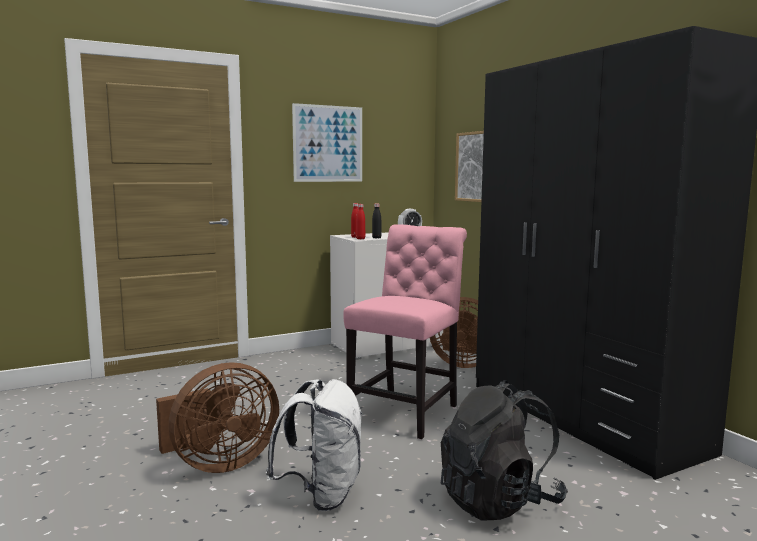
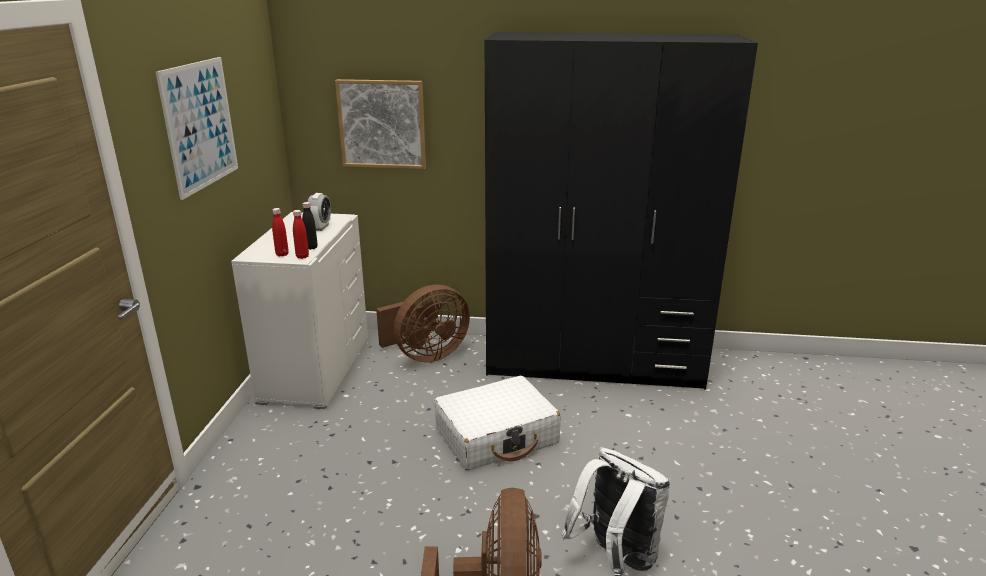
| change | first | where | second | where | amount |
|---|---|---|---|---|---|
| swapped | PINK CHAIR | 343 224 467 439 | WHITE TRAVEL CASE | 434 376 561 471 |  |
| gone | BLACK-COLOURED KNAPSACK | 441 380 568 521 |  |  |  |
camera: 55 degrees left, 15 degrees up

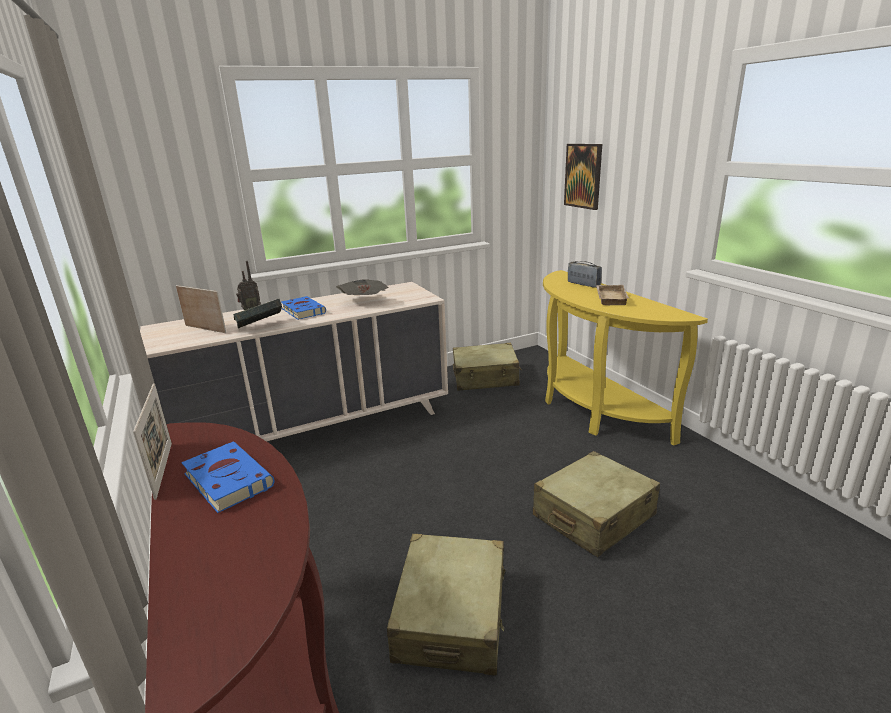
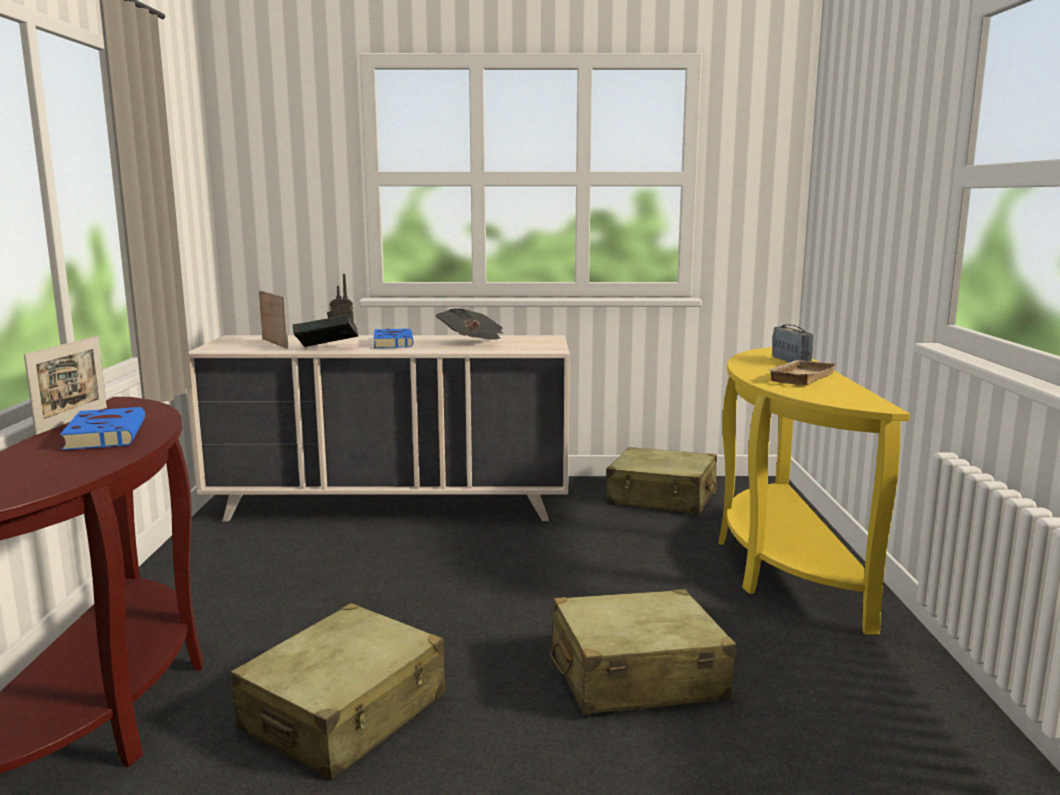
| change | first | where | second | where | amount |
|---|---|---|---|---|---|
| gone | WALL PICTURE | 564 144 602 210 |  |  |  |
camera: 25 degrees right, 10 degrees down

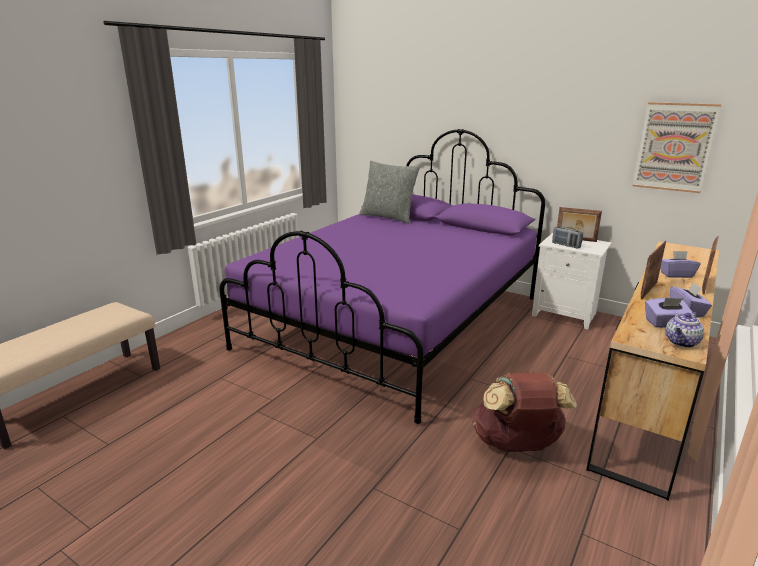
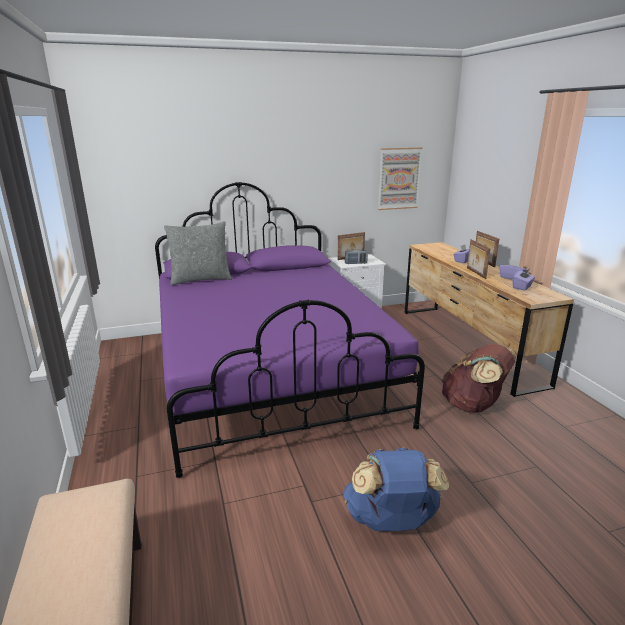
| change | first | where | second | where | amount |
|---|---|---|---|---|---|
| gone | TEA POT | 666 312 704 348 |  |  |  |
| new |  |  | BLUE-COLOURED KNAPSACK | 343 447 449 532 |  |
camera: 50 degrees left, 0 degrees up

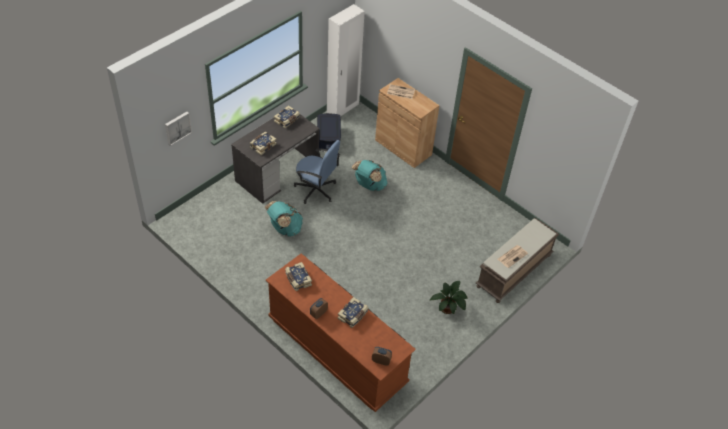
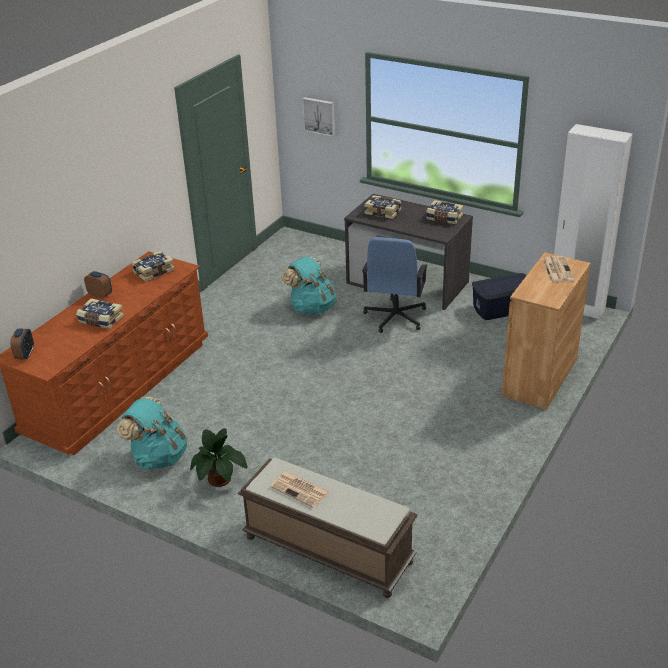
| change | first | where | second | where | amount |
|---|---|---|---|---|---|
| shifted | TURQUOISE-COLOURED KNAPSACK | 352 160 387 191 |  | 117 397 187 470 |  |
camera: 80 degrees right, 15 degrees down

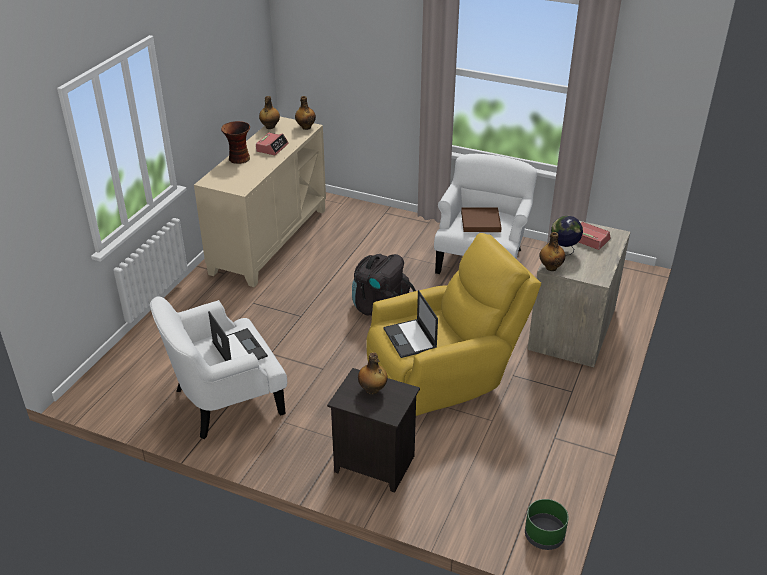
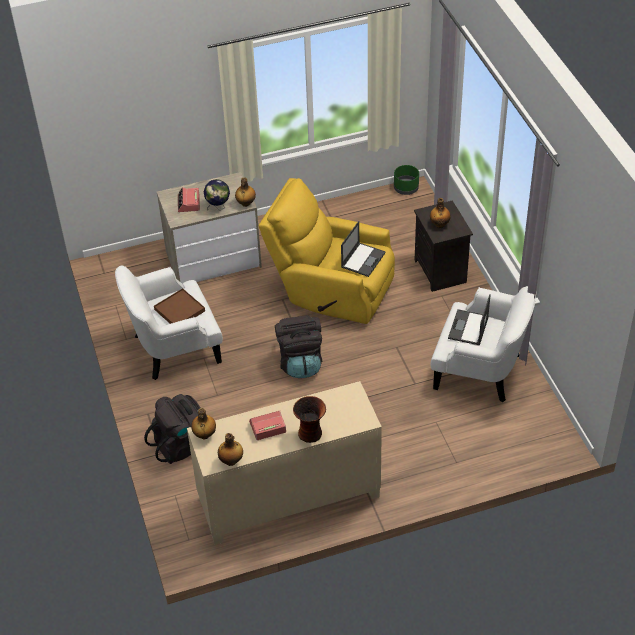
| change | first | where | second | where | amount |
|---|---|---|---|---|---|
| new |  |  | BLACK-COLOURED KNAPSACK | 144 394 201 464 |  |
camera: 130 degrees left, 10 degrees up

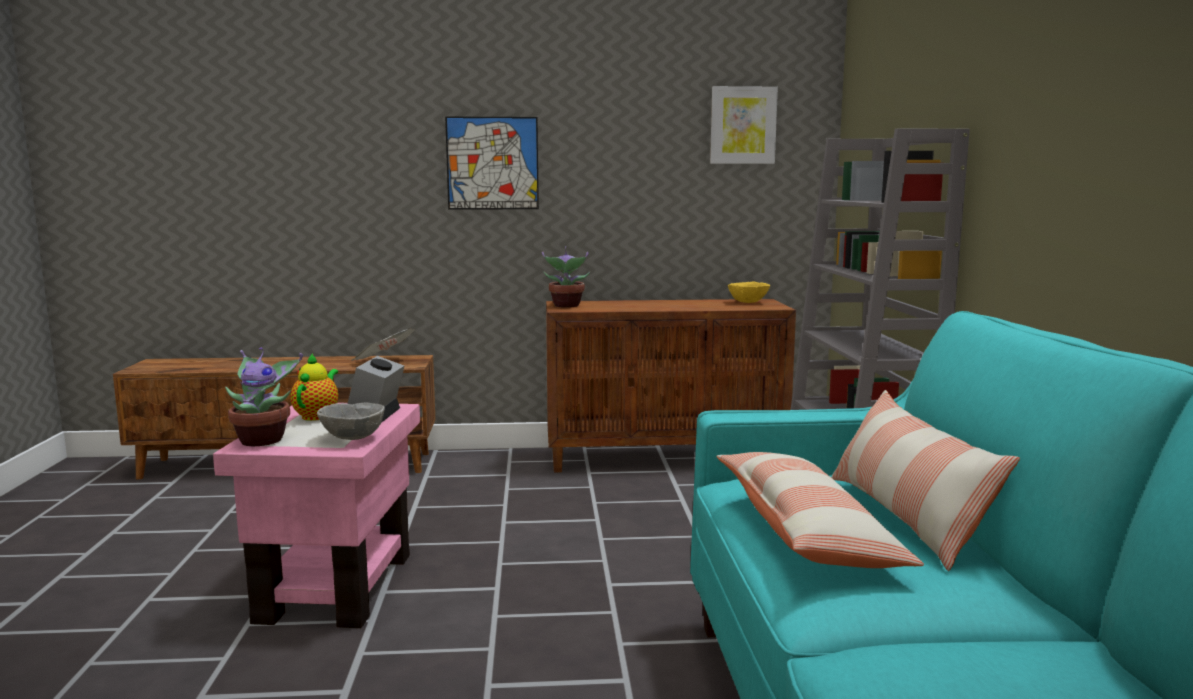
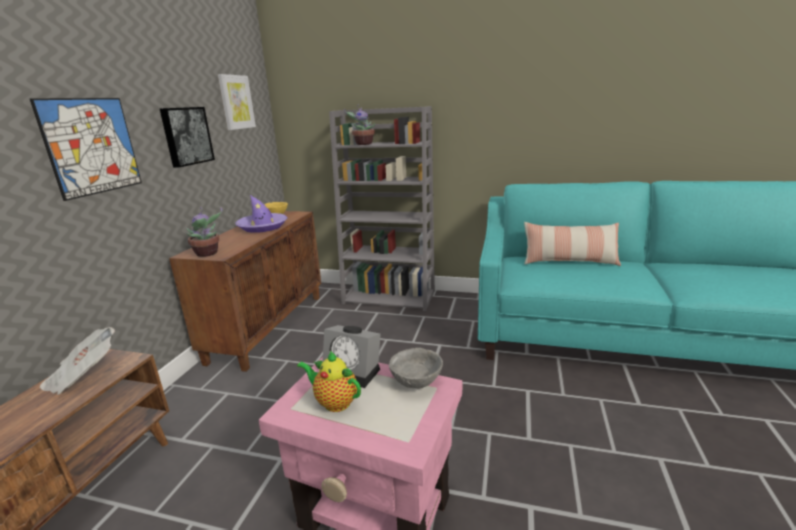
| change | first | where | second | where | amount |
|---|---|---|---|---|---|
| shifted | HOUSEPLANT | 225 348 303 446 |  | 344 105 375 145 |  |
| gone | THROW PILLOW | 716 452 924 568 |  |  |  |
| new |  |  | WALL PICTURE | 160 107 215 168 |  |
| new |  |  | PURPLE WEARABLE HAT | 235 195 287 233 |  |
camera: 70 degrees left, 10 degrees up

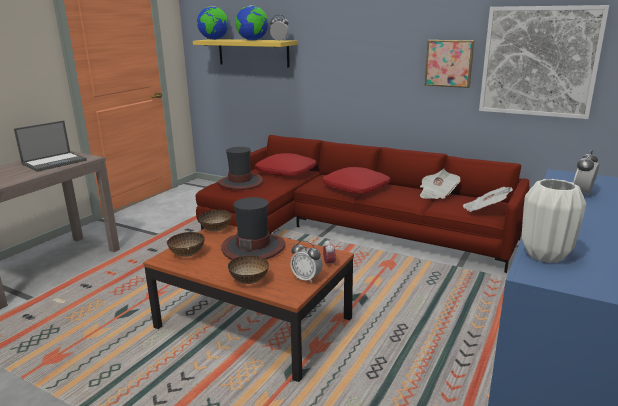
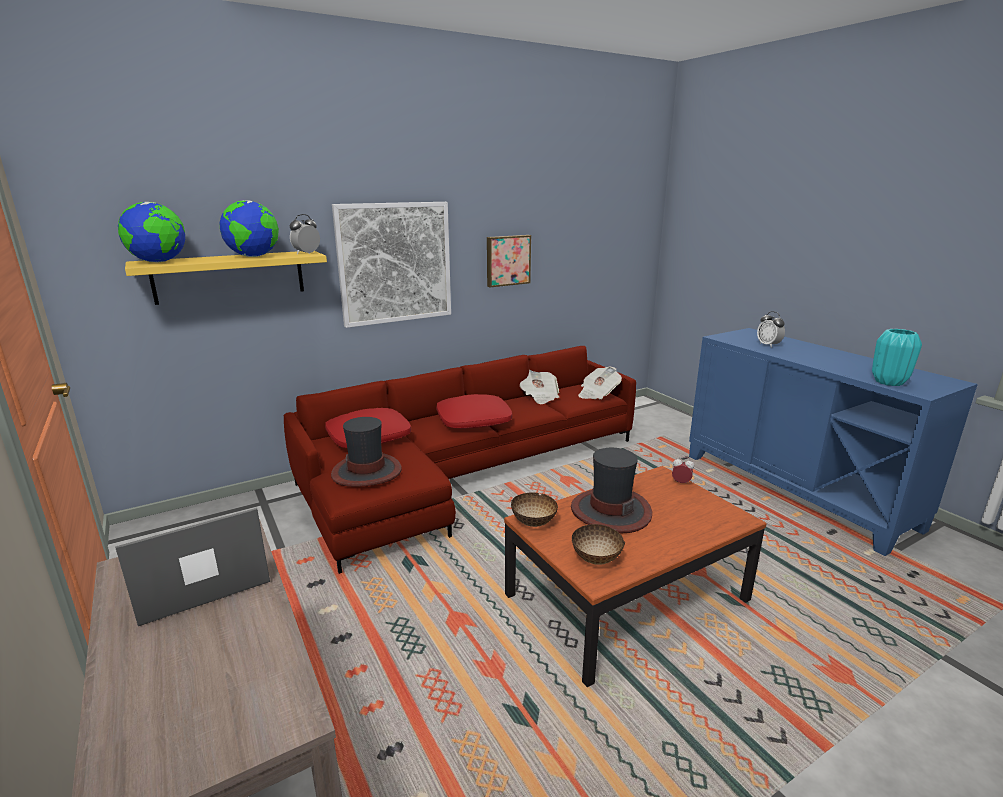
| change | first | where | second | where | amount |
|---|---|---|---|---|---|
| shifted | WALL PICTURE | 479 5 609 119 |  | 332 202 451 328 |  |
| rotated | PORTABLE COMPUTER | 14 121 87 172 |  | 115 508 270 626 | 105 degrees counterclockwise |
| repainted | WHITE DECORATIVE VASE | 522 179 586 263 | TURQUOISE-COLOURED DECORATIVE VASE | 872 329 922 386 |  |
| gone | ALARM CLOCK | 290 240 323 283 |  |  |  |
| gone | SERVING BOWL | 228 255 269 284 |  |  |  |
camera: 60 degrees left, 0 degrees up

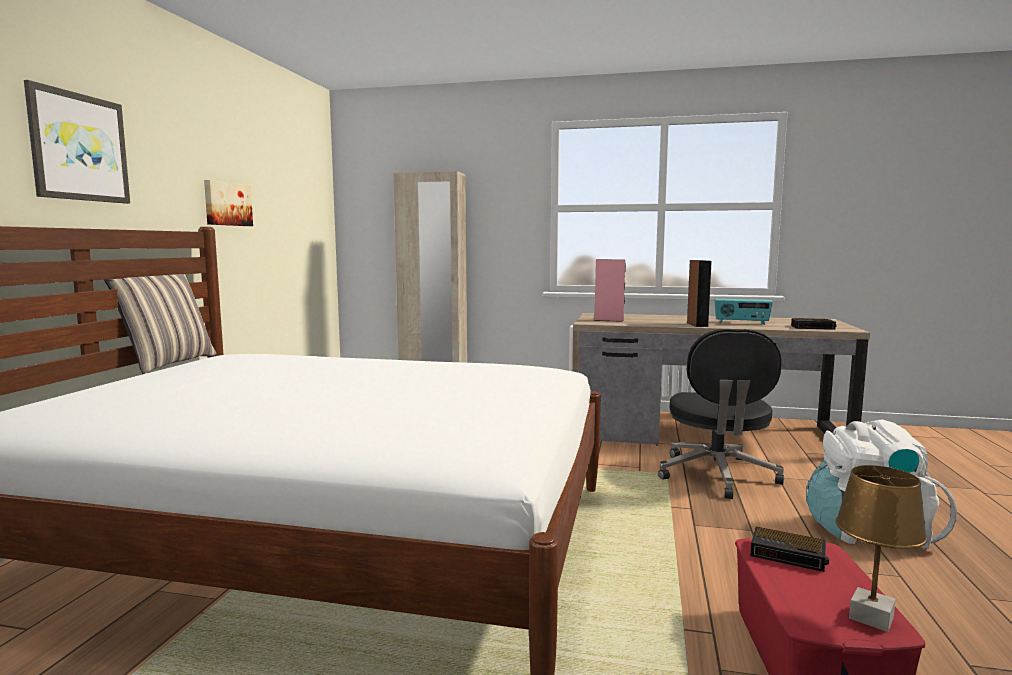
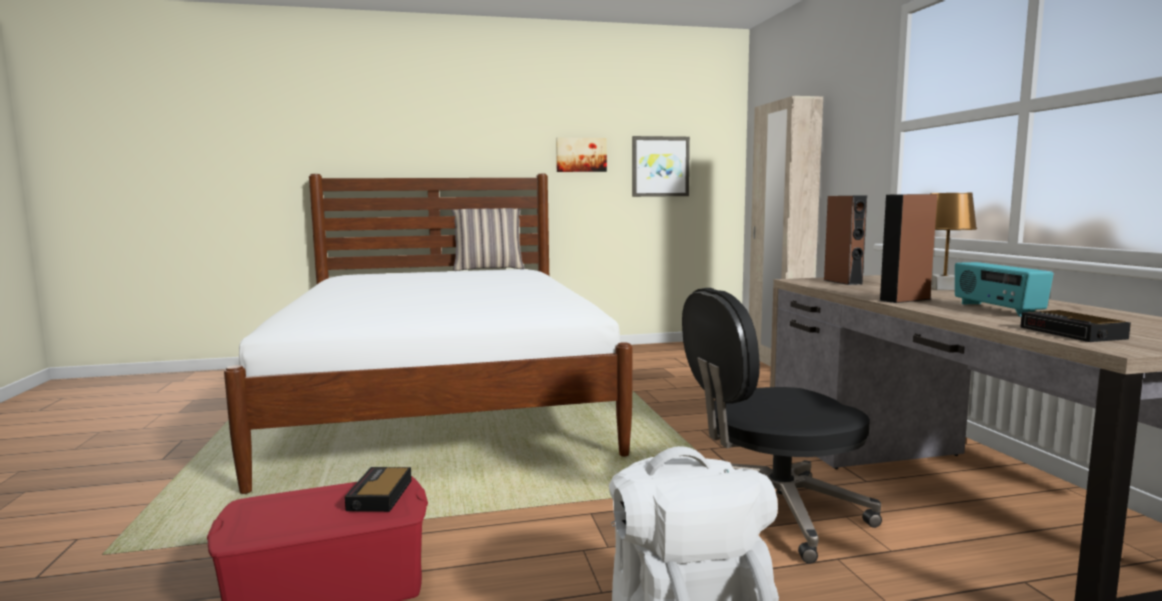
| change | first | where | second | where | amount |
|---|---|---|---|---|---|
| shifted | WALL PICTURE | 24 80 130 204 |  | 632 136 690 197 |  |
| repainted | PINK LOUDSPEAKER | 594 259 626 322 | BROWN LOUDSPEAKER | 824 195 867 285 |  |
| shifted | BROWN TABLE LAMP | 836 465 927 632 |  | 930 193 977 290 |  |
camera: 65 degrees right, 0 degrees up

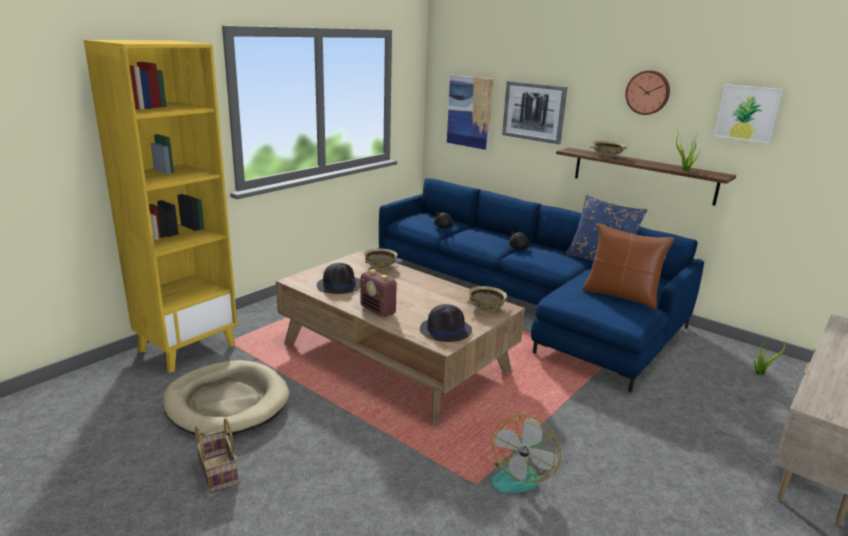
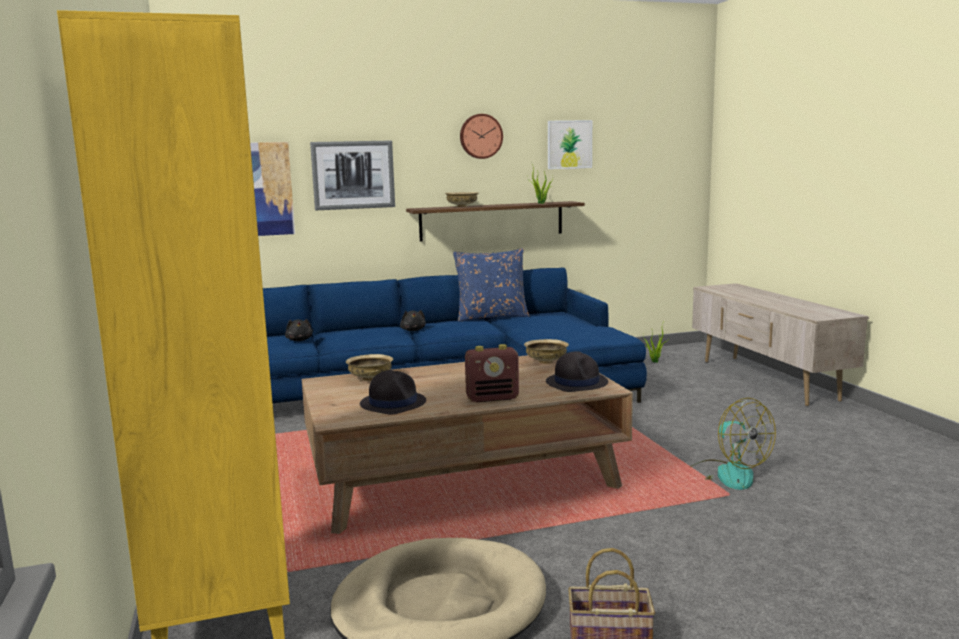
| change | first | where | second | where | amount |
|---|---|---|---|---|---|
| gone | BROWN THROW PILLOW | 582 223 674 309 |  |  |  |
camera: 55 degrees left, 10 degrees down

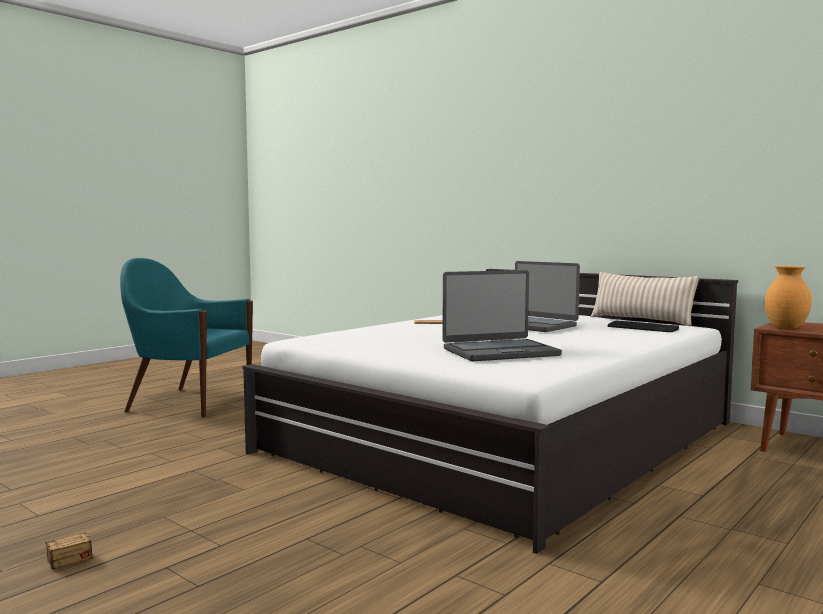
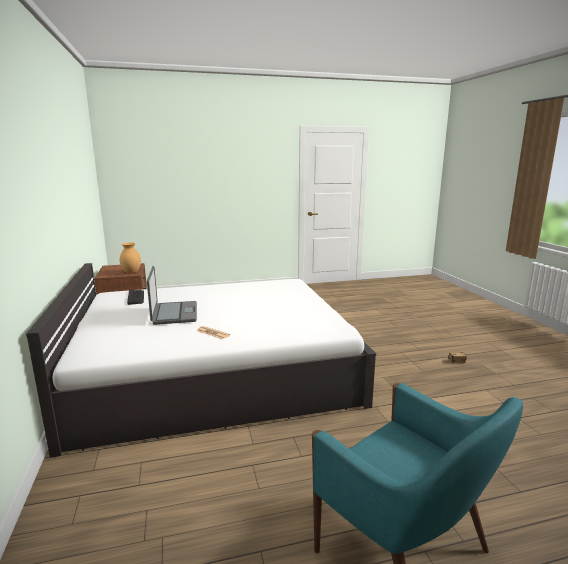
| change | first | where | second | where | amount |
|---|---|---|---|---|---|
| gone | PORTABLE COMPUTER | 442 270 562 361 |  |  |  |
| gone | BEIGE THROW PILLOW | 591 272 699 326 |  |  |  |
camera: 145 degrees left, 10 degrees up

